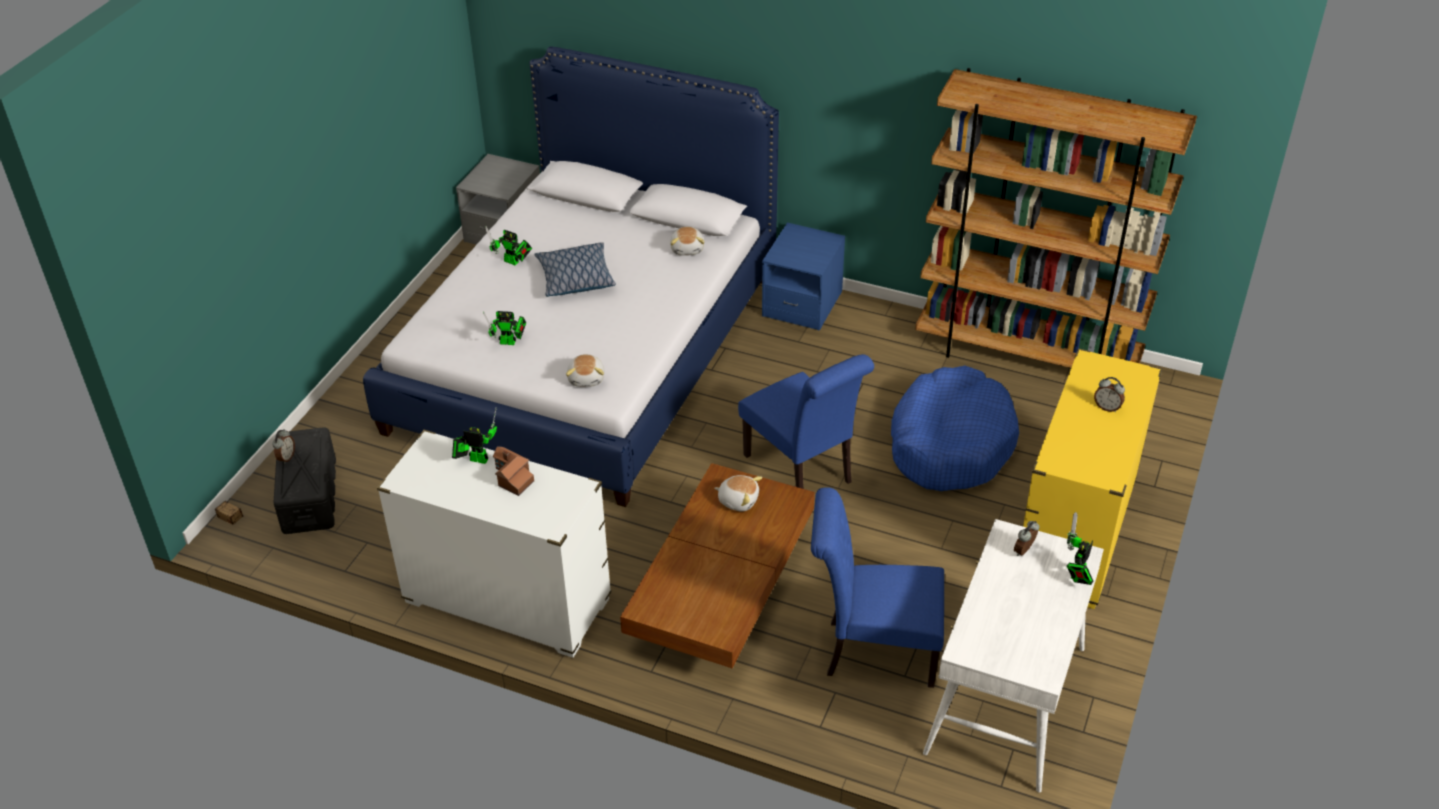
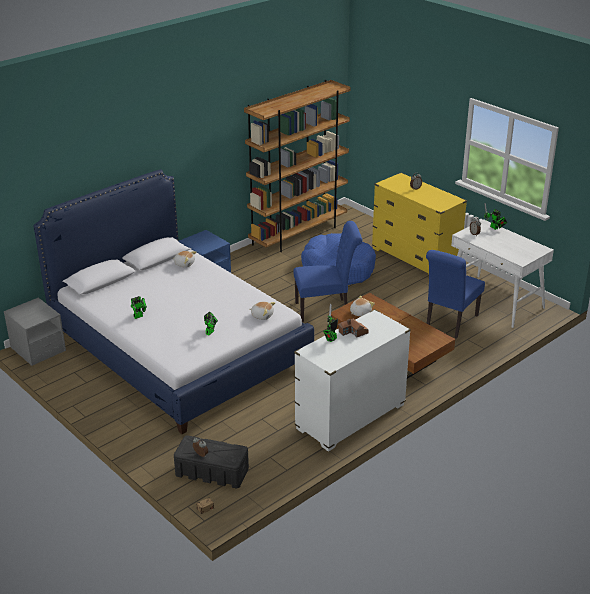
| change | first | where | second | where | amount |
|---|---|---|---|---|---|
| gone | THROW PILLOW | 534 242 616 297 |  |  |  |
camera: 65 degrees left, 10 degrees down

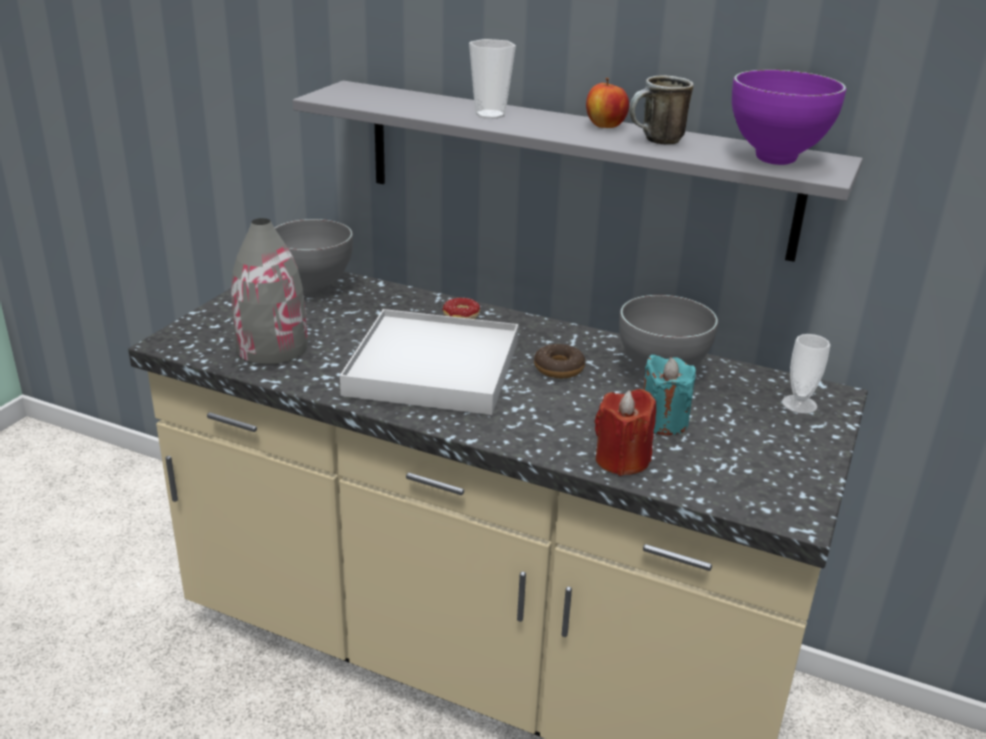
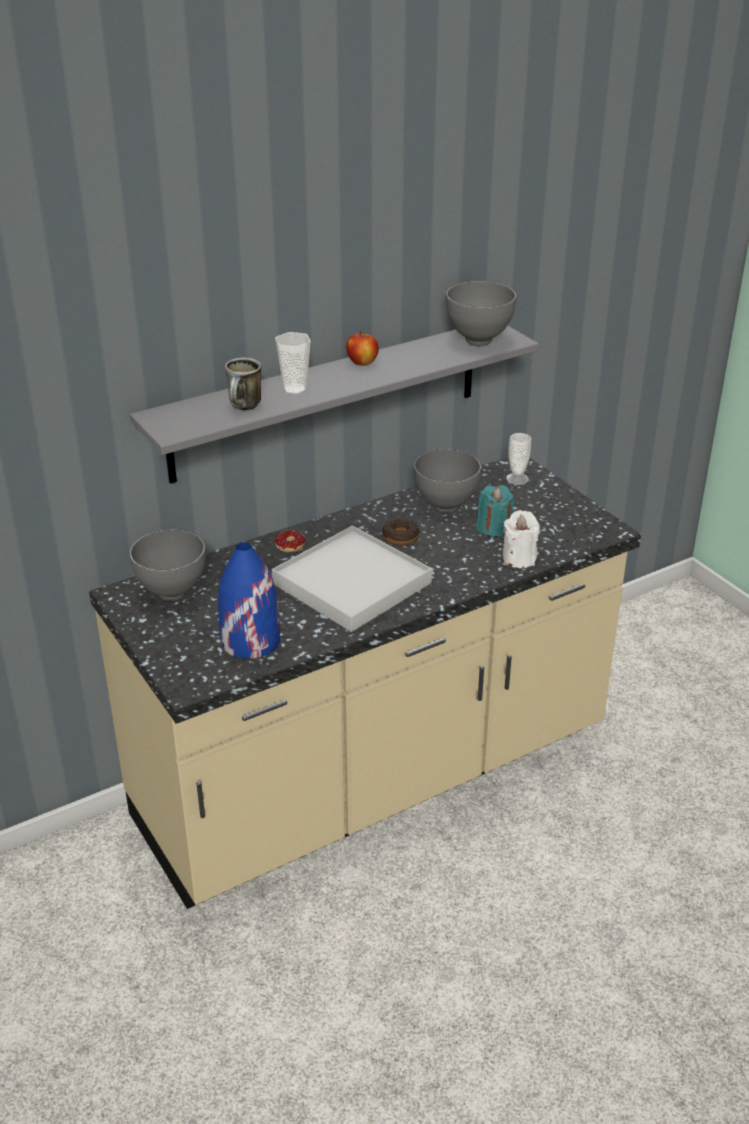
| change | first | where | second | where | amount |
|---|---|---|---|---|---|
| repainted | PURPLE SERVING BOWL | 732 70 846 165 | GREY SERVING BOWL | 446 281 517 346 |  |
| shifted | COFFEE MUG | 629 76 693 145 |  | 225 358 261 410 |  |
| repainted | GREY DECORATIVE VASE | 231 218 308 364 | BLUE-COLOURED DECORATIVE VASE | 218 542 280 659 |  |
| repainted | REDDISH WAX LIGHT | 595 389 656 476 | WHITE WAX LIGHT | 502 510 540 568 |  |
camera: 55 degrees left, 5 degrees up

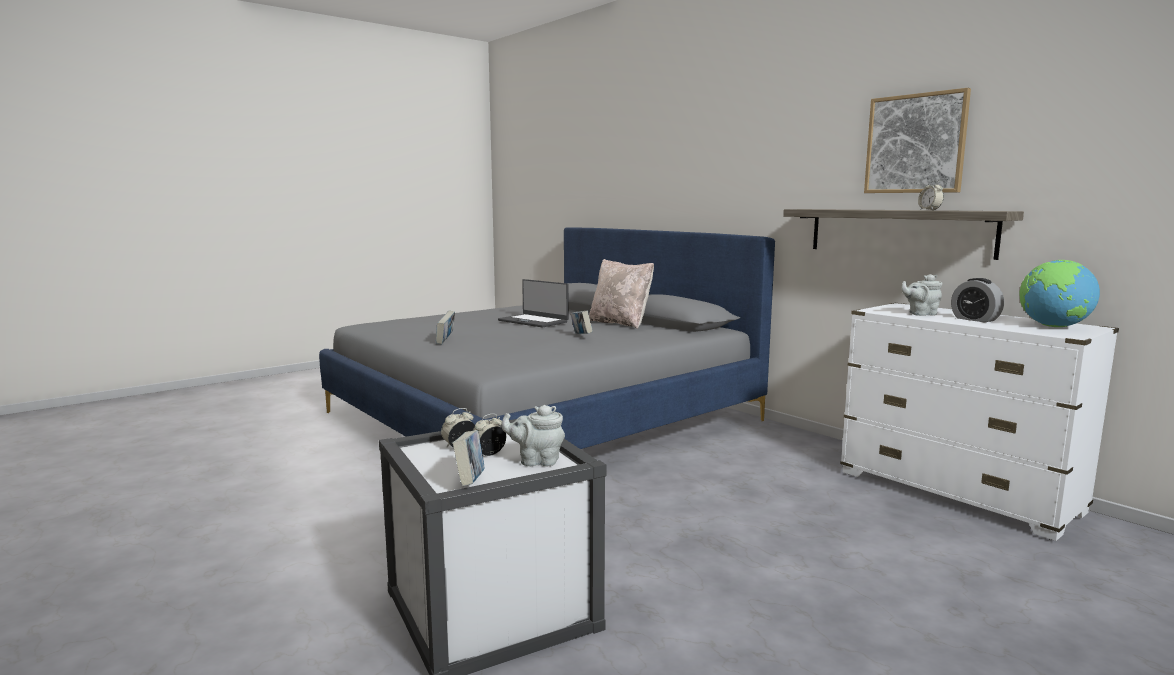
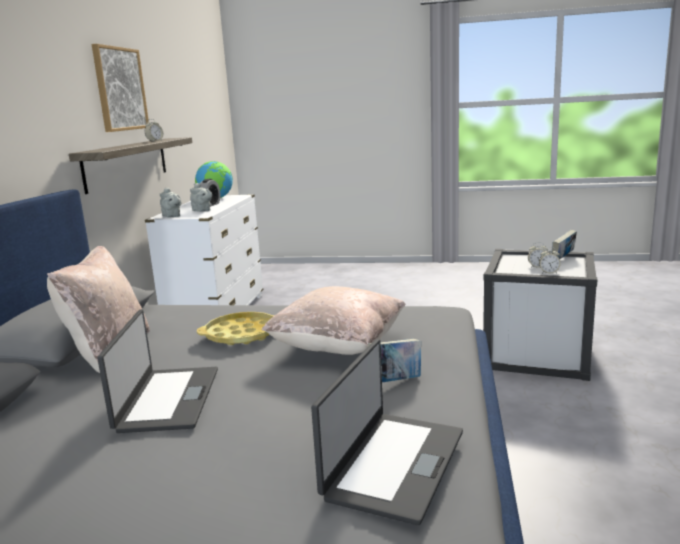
| change | first | where | second | where | amount |
|---|---|---|---|---|---|
| swapped | BOUND BOOK | 570 310 593 334 | YELLOWISH CARRYING TRAY | 197 312 275 345 |  |
| shifted | GREY TEA POT | 501 405 565 466 |  | 160 187 182 217 |  |
| new |  |  | BEIGE THROW PILLOW | 262 286 406 355 |  |
| new |  |  | PORTABLE COMPUTER | 311 339 463 525 |  |
camera: 130 degrees left, 5 degrees up

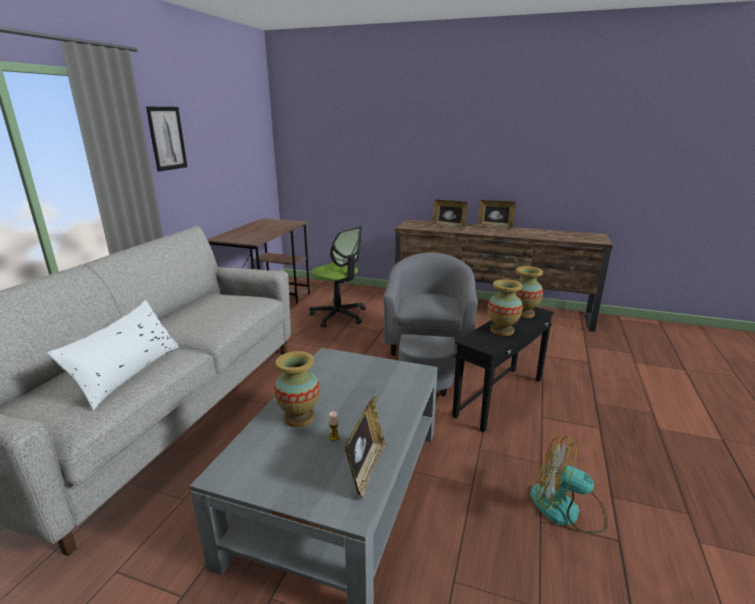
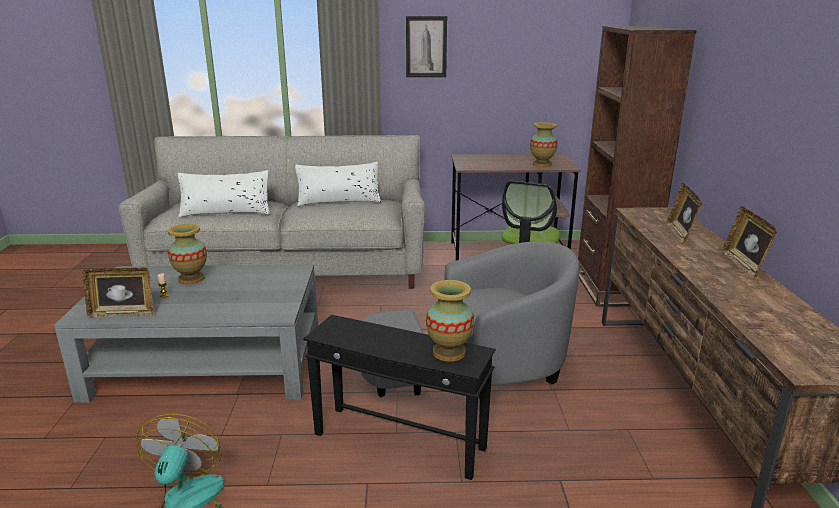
| change | first | where | second | where | amount |
|---|---|---|---|---|---|
| shifted | DECORATIVE VASE | 488 279 523 336 |  | 530 122 558 167 |  |
| new |  |  | BROWN BOOKSHELF | 578 26 697 307 |  |
| new |  |  | WHITE THROW PILLOW | 295 162 381 206 |  |
camera: 70 degrees right, 0 degrees up

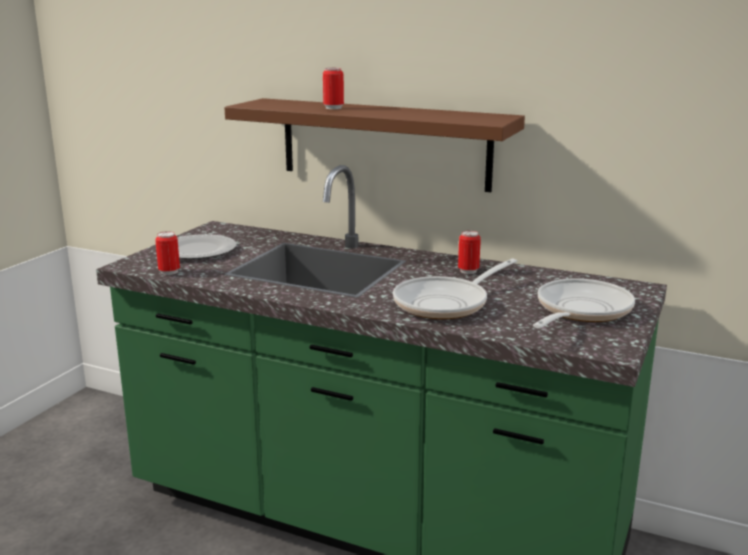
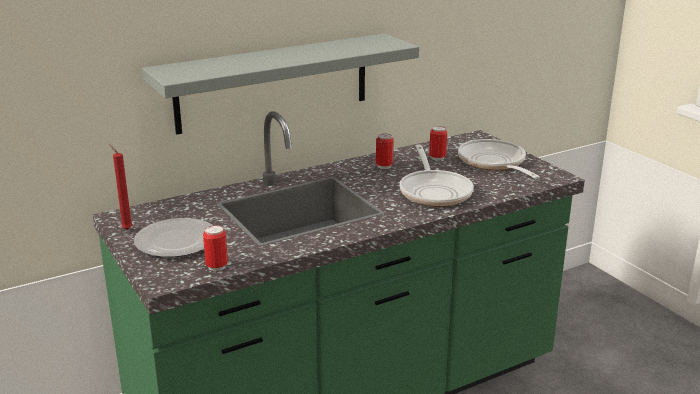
| change | first | where | second | where | amount |
|---|---|---|---|---|---|
| shifted | CAN | 323 68 344 109 |  | 429 126 447 161 |  |
| repainted | BROWN SHELF | 224 98 525 192 | GREY SHELF | 142 34 419 135 |  |
| new |  |  | REDDISH WAX LIGHT | 109 144 133 230 |  |
camera: 55 degrees left, 5 degrees up

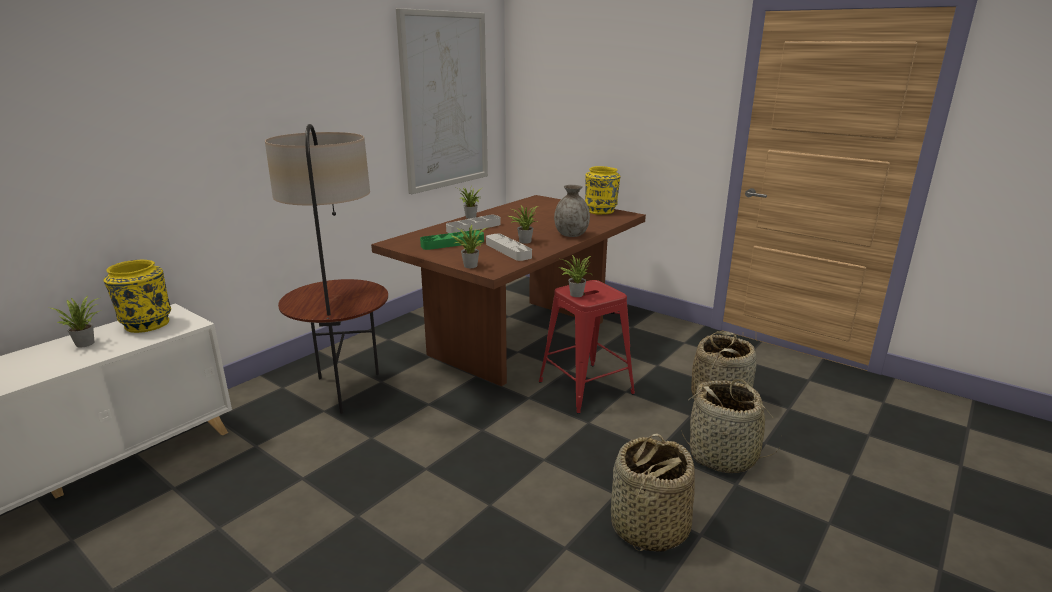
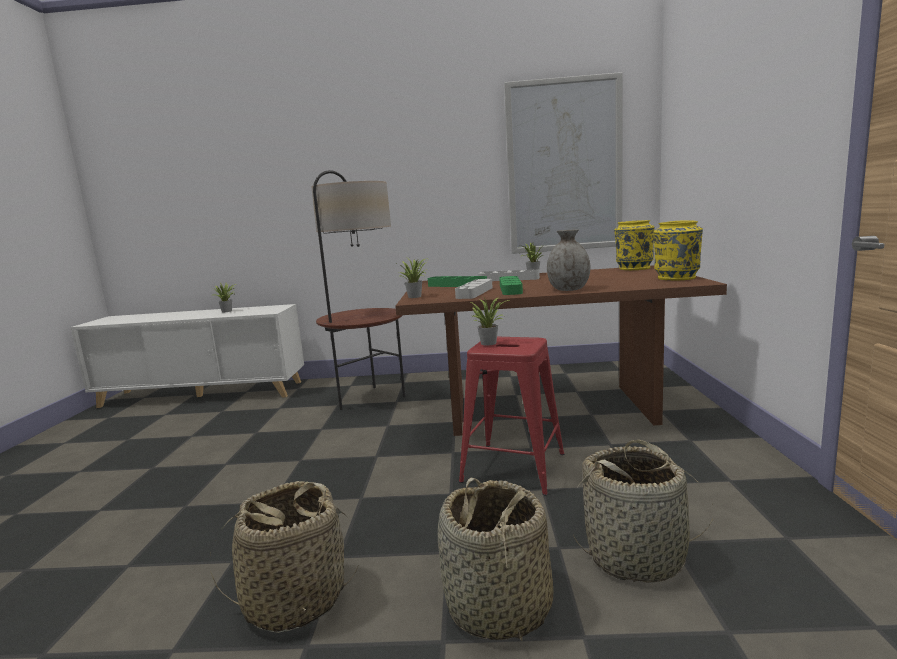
| change | first | where | second | where | amount |
|---|---|---|---|---|---|
| swapped | HOUSEPLANT | 509 206 538 244 | GREENISH CARRYING TRAY | 499 276 523 295 |  |
| shifted | YELLOWISH DECORATIVE VASE | 104 260 171 333 |  | 614 220 655 270 |  |
camera: 55 degrees right, 10 degrees down

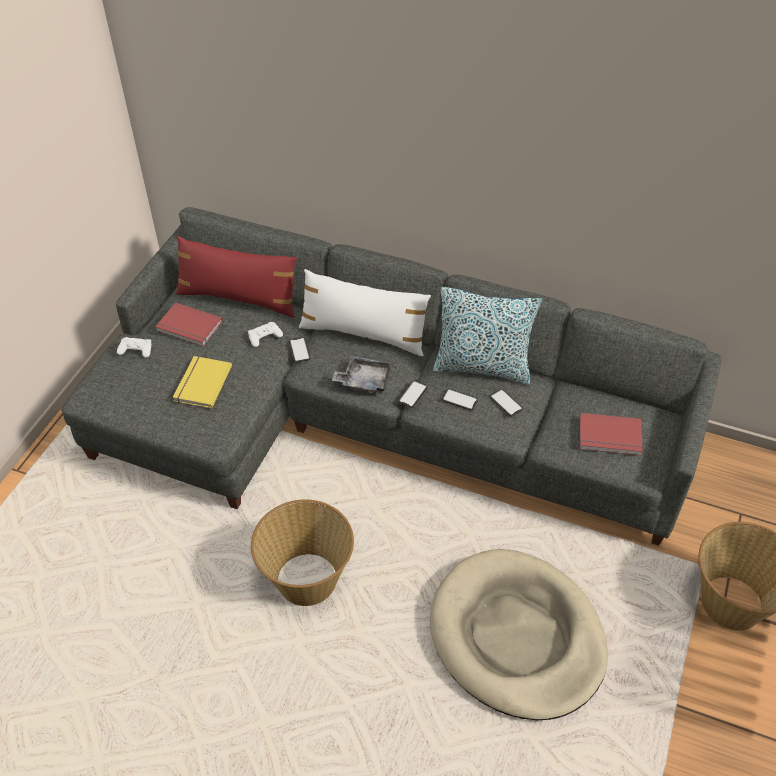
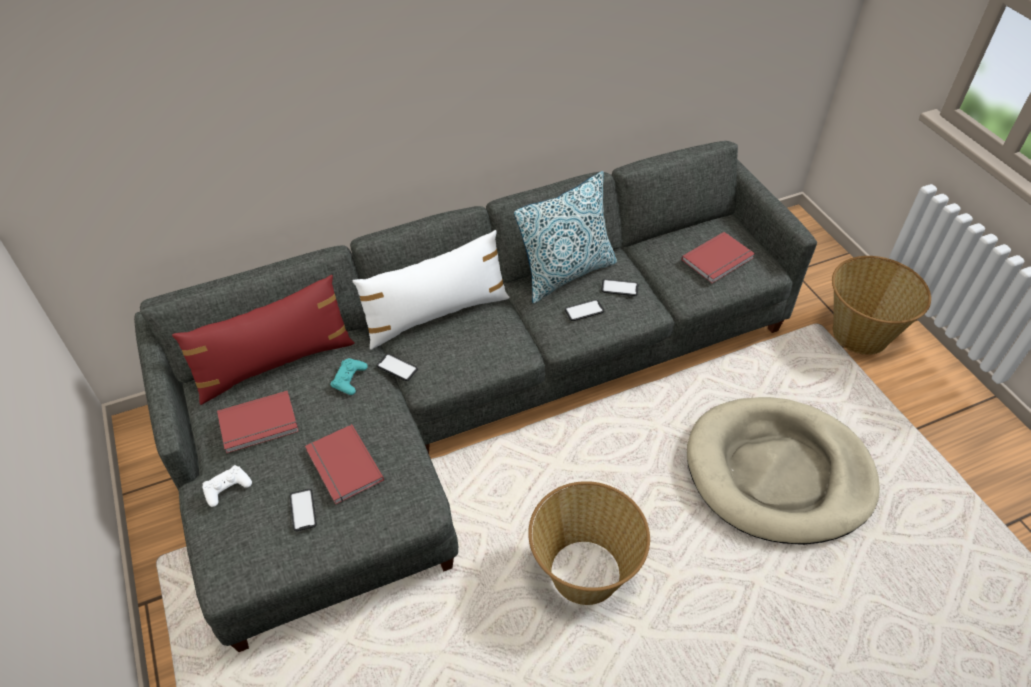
| change | first | where | second | where | amount |
|---|---|---|---|---|---|
| repainted | WHITE GAME CONTROLLER | 248 322 283 347 | TURQUOISE-COLOURED GAME CONTROLLER | 330 358 368 395 |  |
| repainted | YELLOWISH BOUND BOOK | 173 356 232 409 | REDDISH BOUND BOOK | 305 424 384 505 |  |
| gone | GREY CARRYING TRAY | 332 356 392 393 |  |  |  |
| shifted | TELEPHONE | 398 380 428 408 |  | 290 489 317 531 |  |
camera: 45 degrees left, 0 degrees up

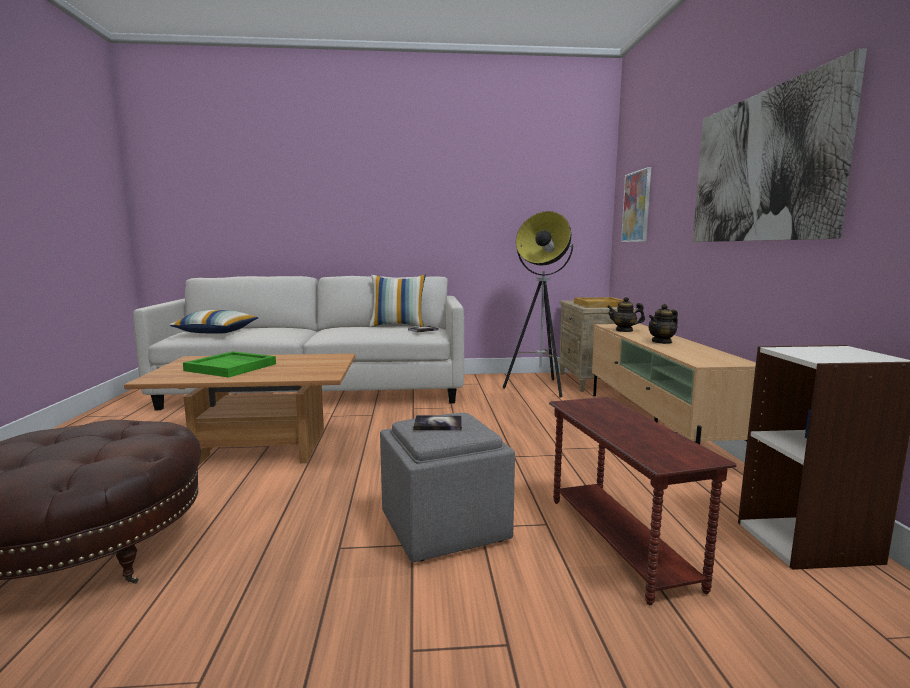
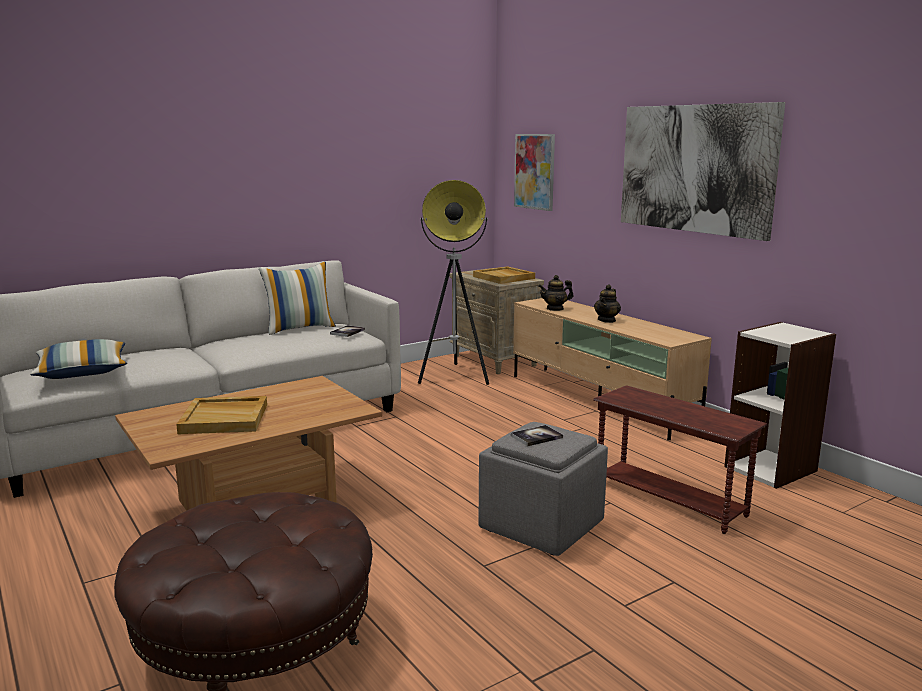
| change | first | where | second | where | amount |
|---|---|---|---|---|---|
| repainted | GREENISH CARRYING TRAY | 183 351 276 378 | BEIGE CARRYING TRAY | 176 396 267 434 |  |
camera: 30 degrees left, 5 degrees up

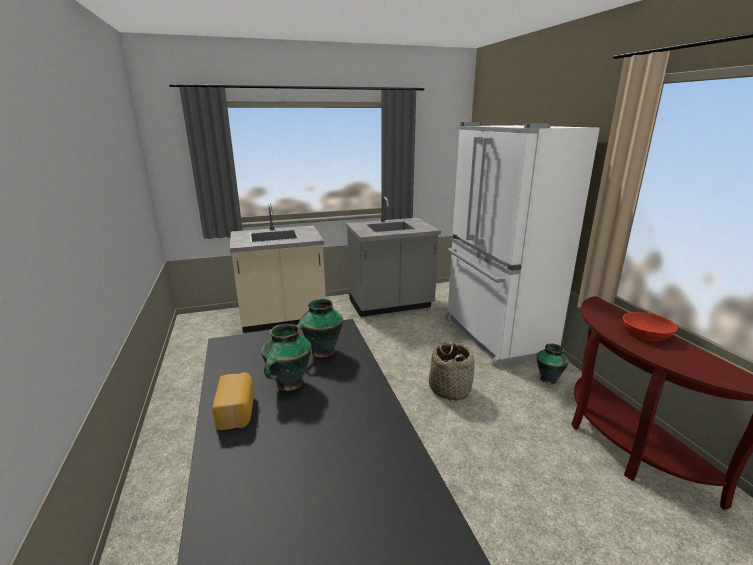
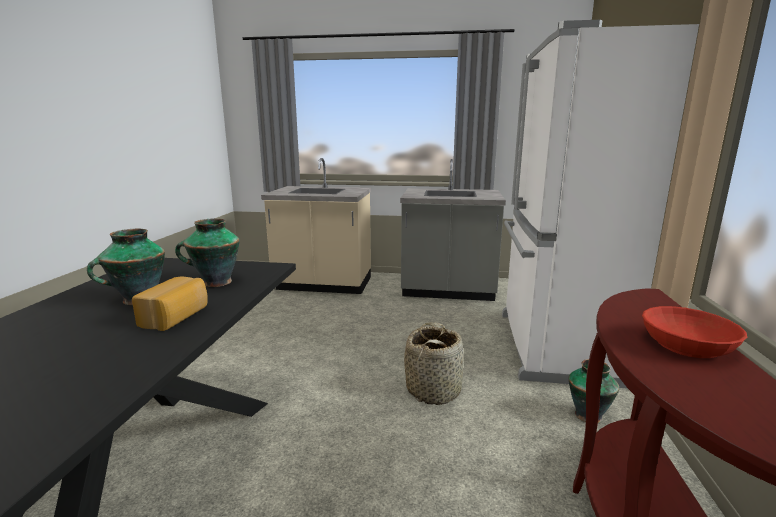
| change | first | where | second | where | amount |
|---|---|---|---|---|---|
| shifted | BAKED BREAD | 212 372 255 430 |  | 132 277 208 331 |  |
camera: 25 degrees right, 5 degrees down

